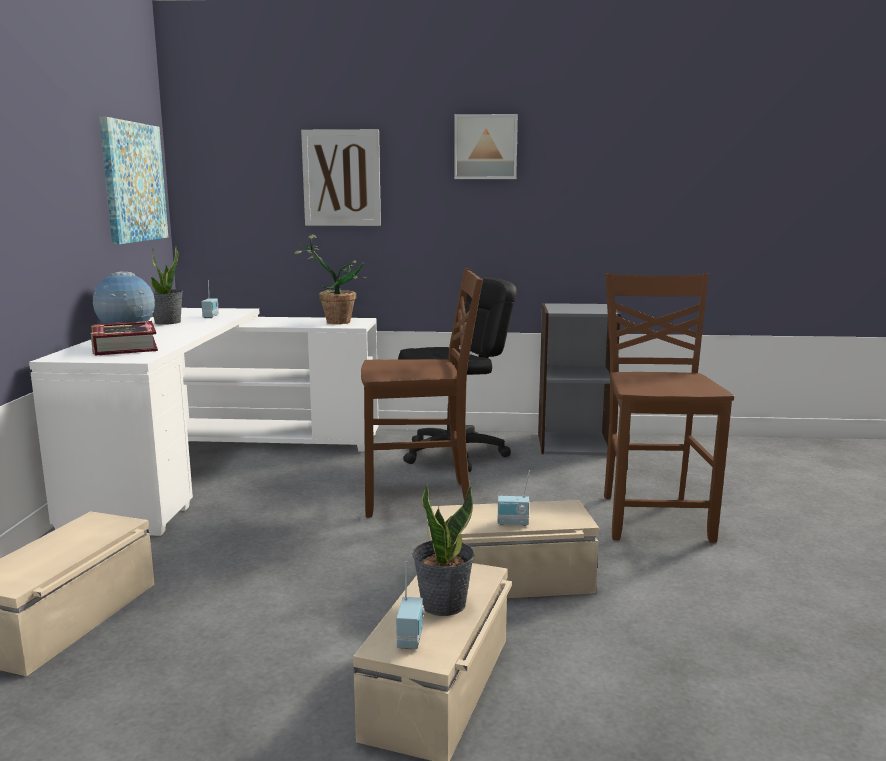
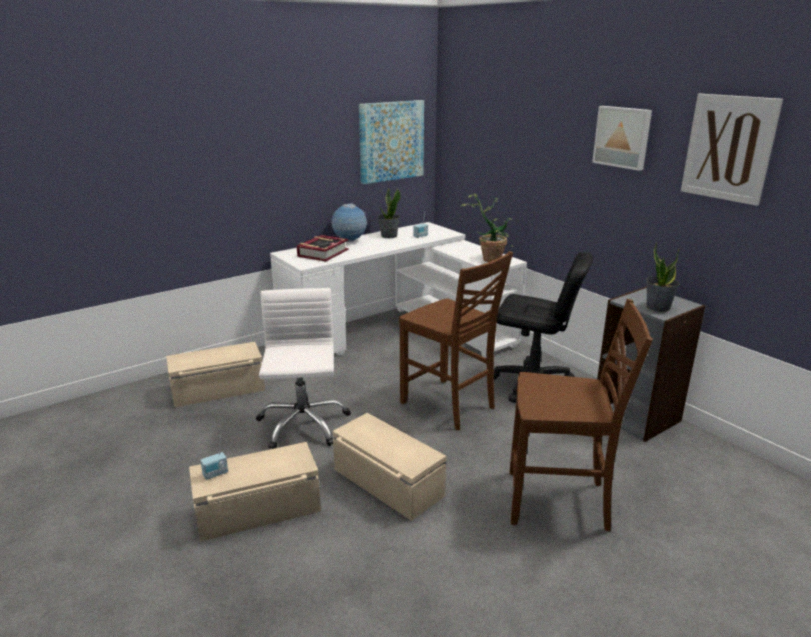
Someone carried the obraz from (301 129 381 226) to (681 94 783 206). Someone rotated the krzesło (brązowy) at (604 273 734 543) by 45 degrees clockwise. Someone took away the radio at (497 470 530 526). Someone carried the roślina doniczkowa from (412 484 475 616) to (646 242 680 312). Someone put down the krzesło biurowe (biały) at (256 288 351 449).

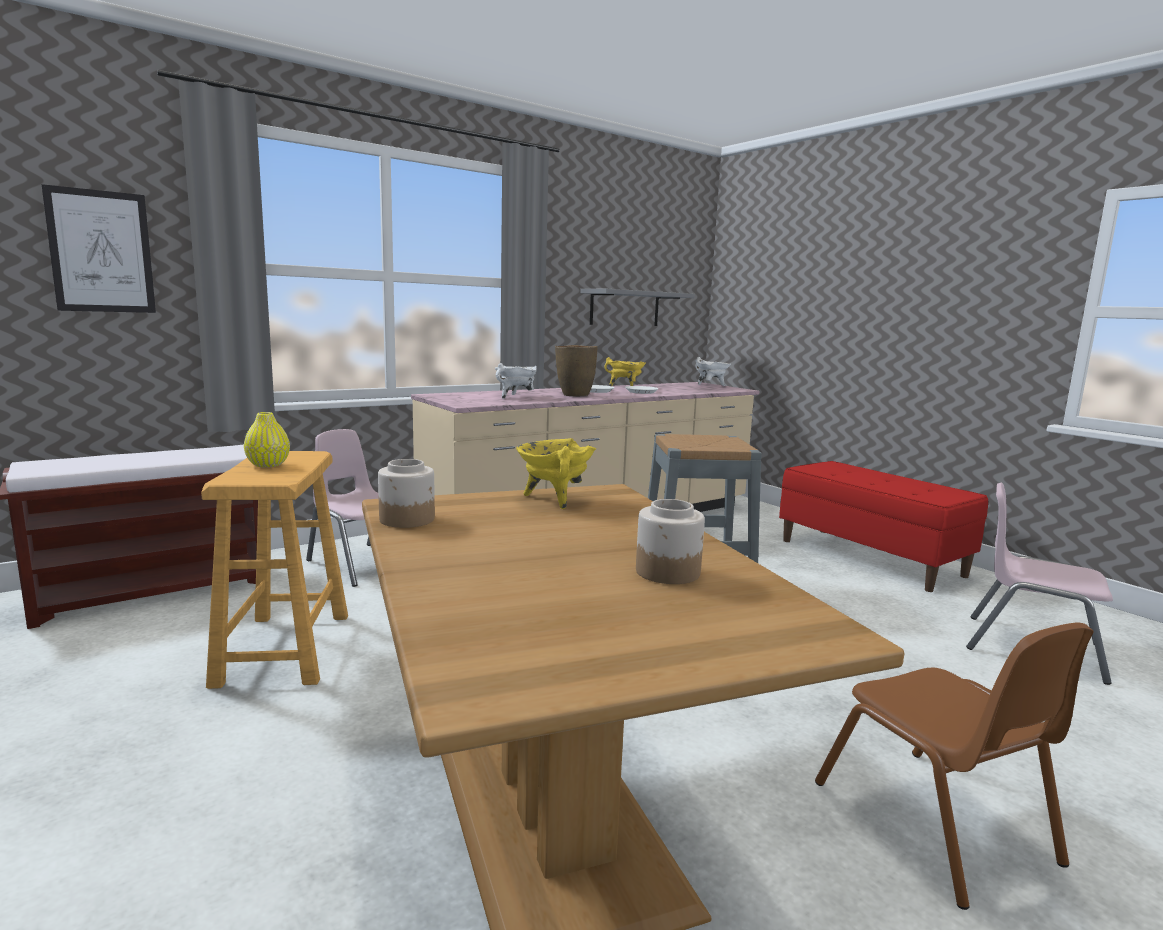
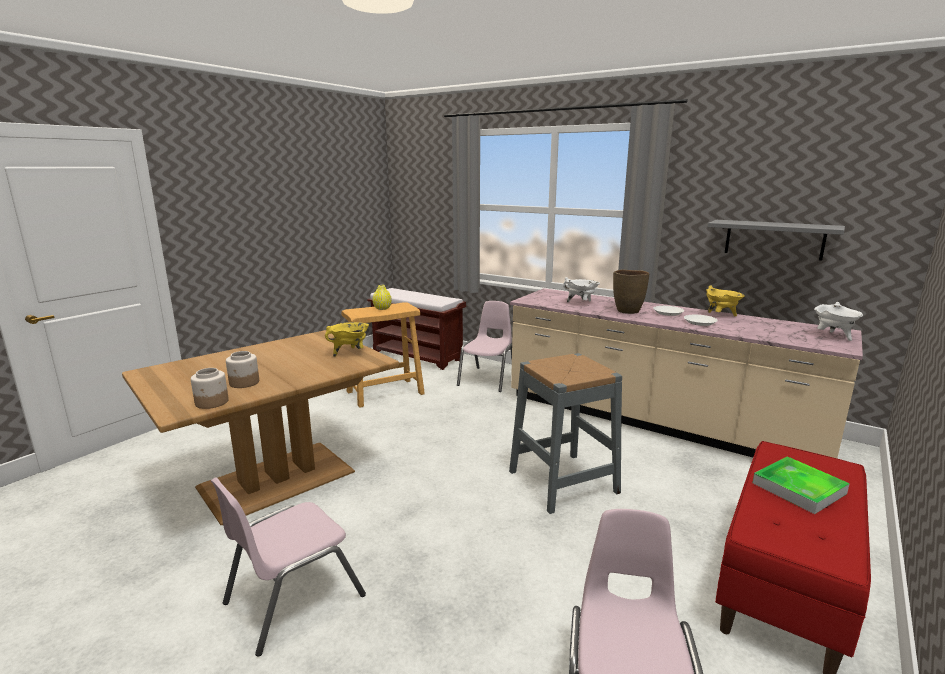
Someone took away the obraz at (42 184 156 313). Someone carried the słoik from (378 459 435 528) to (191 368 229 409). Someone repainted the krzesło (brązowy) at (815 622 1093 910), which became the krzesło (różowy) at (211 477 366 657). Someone put down the taca at (753 456 850 514).

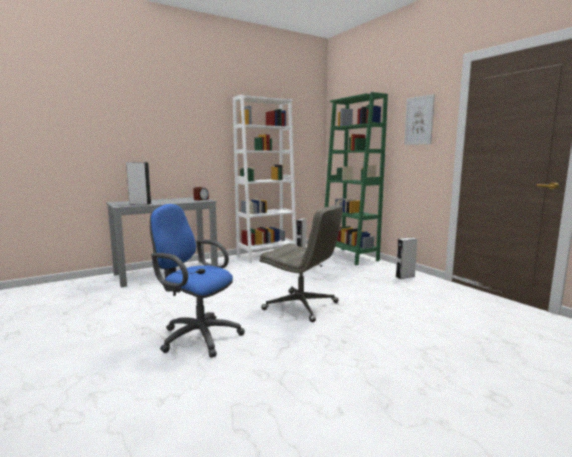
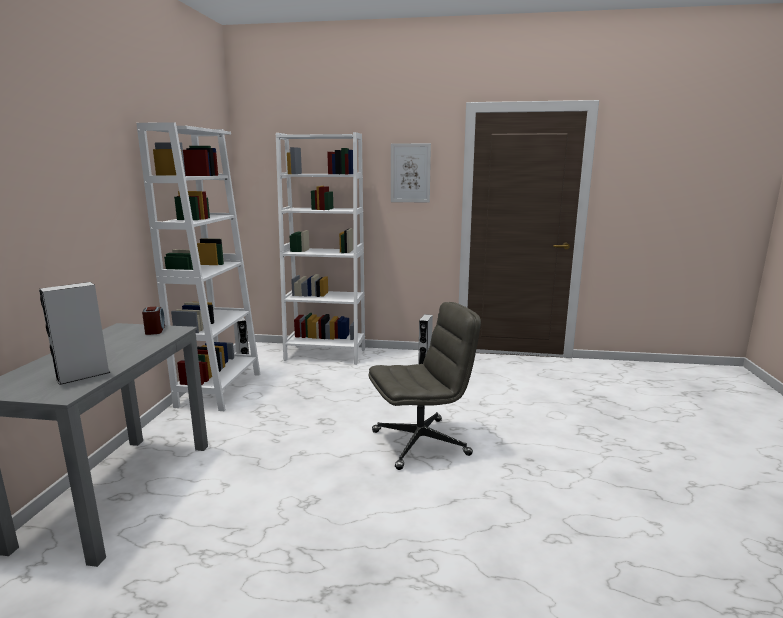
Someone repainted the regał (zielony) at (325 92 388 265), which became the regał (biały) at (276 132 365 365). Someone took away the krzesło biurowe (niebieski) at (150 204 245 358).

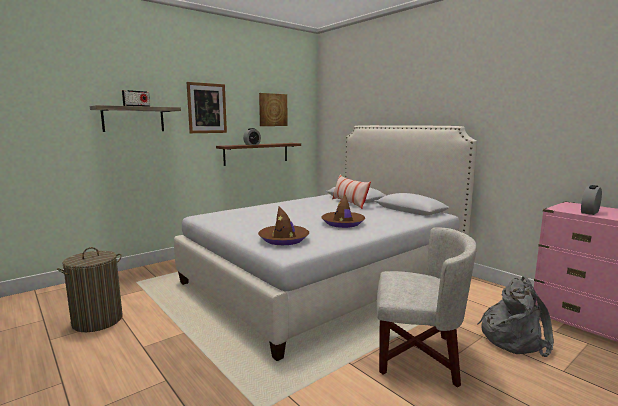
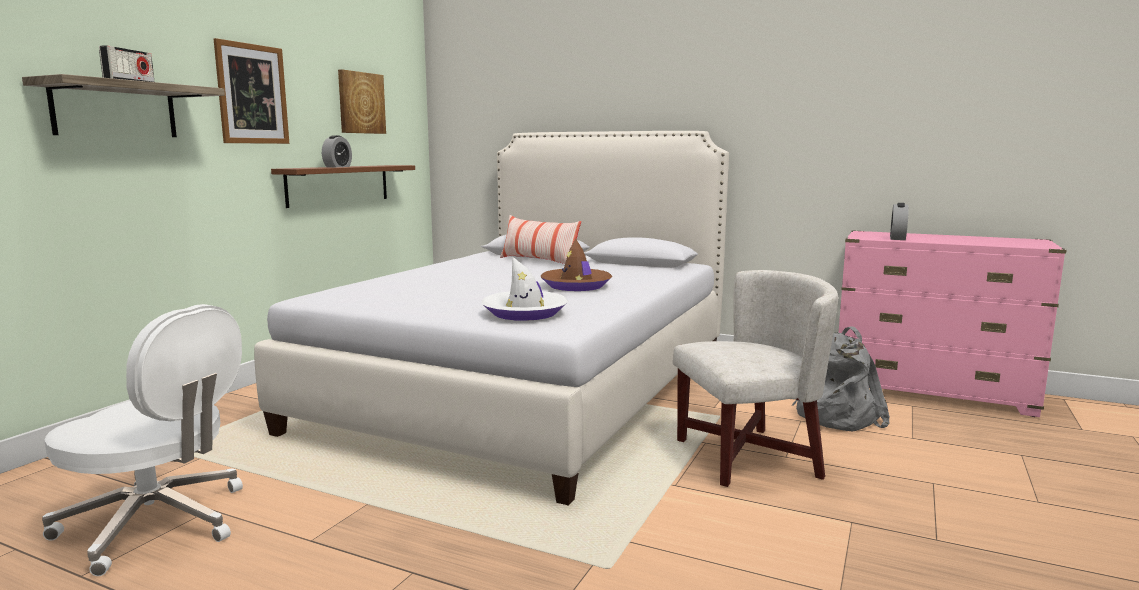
Someone repainted the kapelusz (brązowy) at (258 207 309 245), which became the kapelusz (biały) at (481 256 568 321). Someone swapped the kosz na pranie at (57 247 122 332) for the krzesło biurowe (biały) at (42 304 243 576).

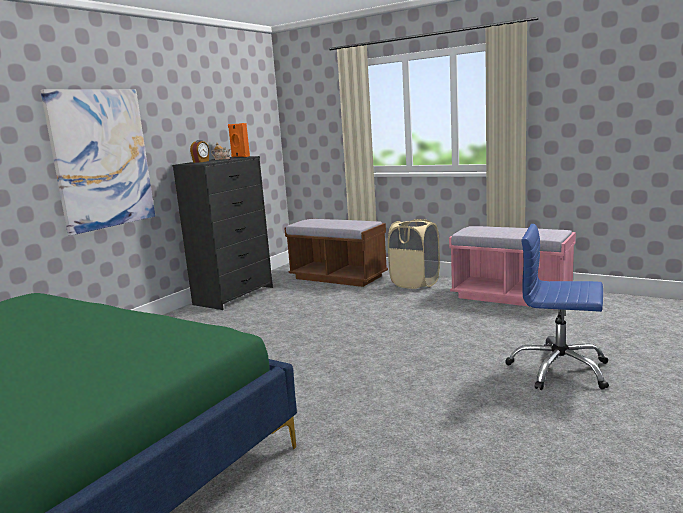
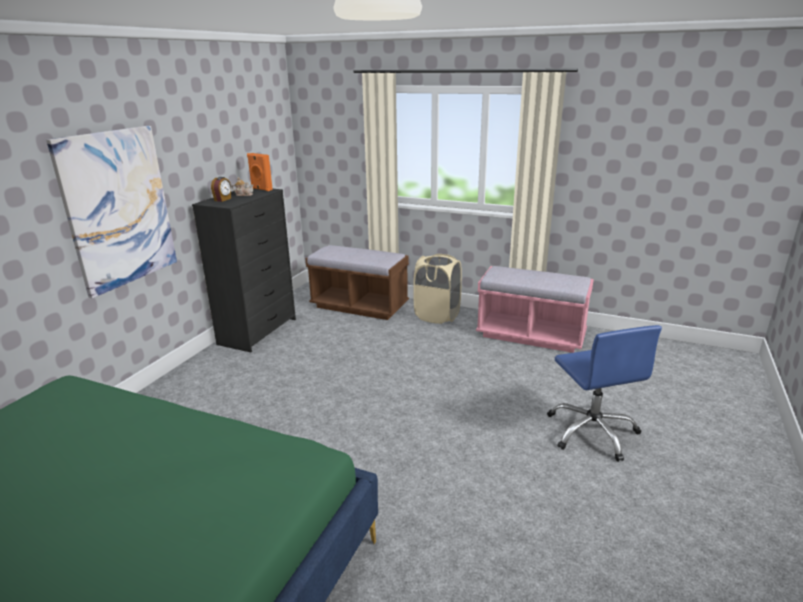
Someone rotated the krzesło biurowe (niebieski) at (505 224 609 390) by 120 degrees counterclockwise.

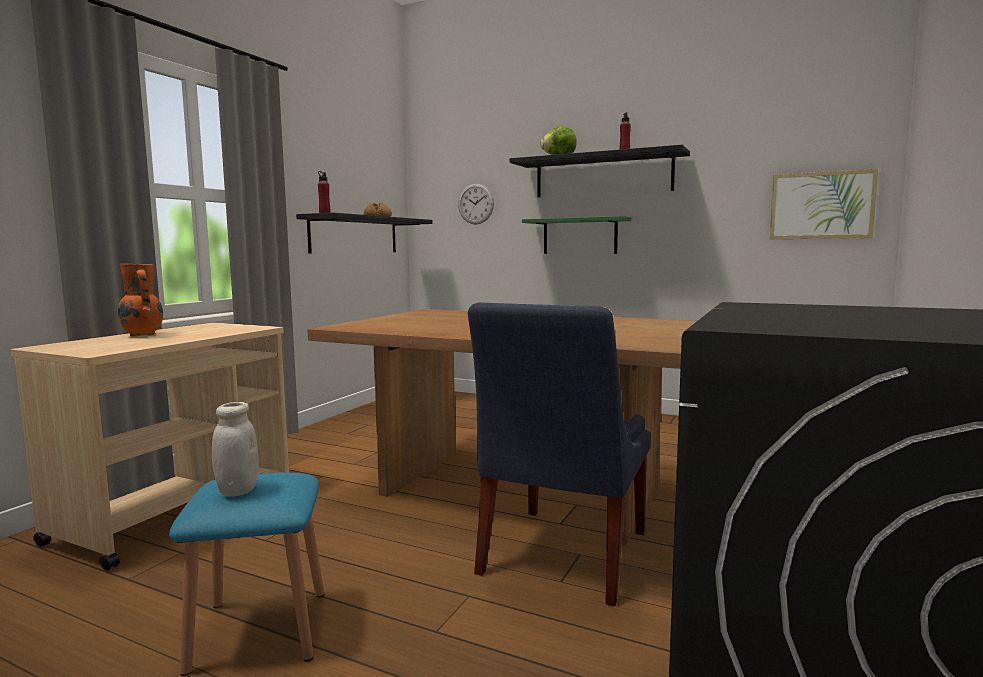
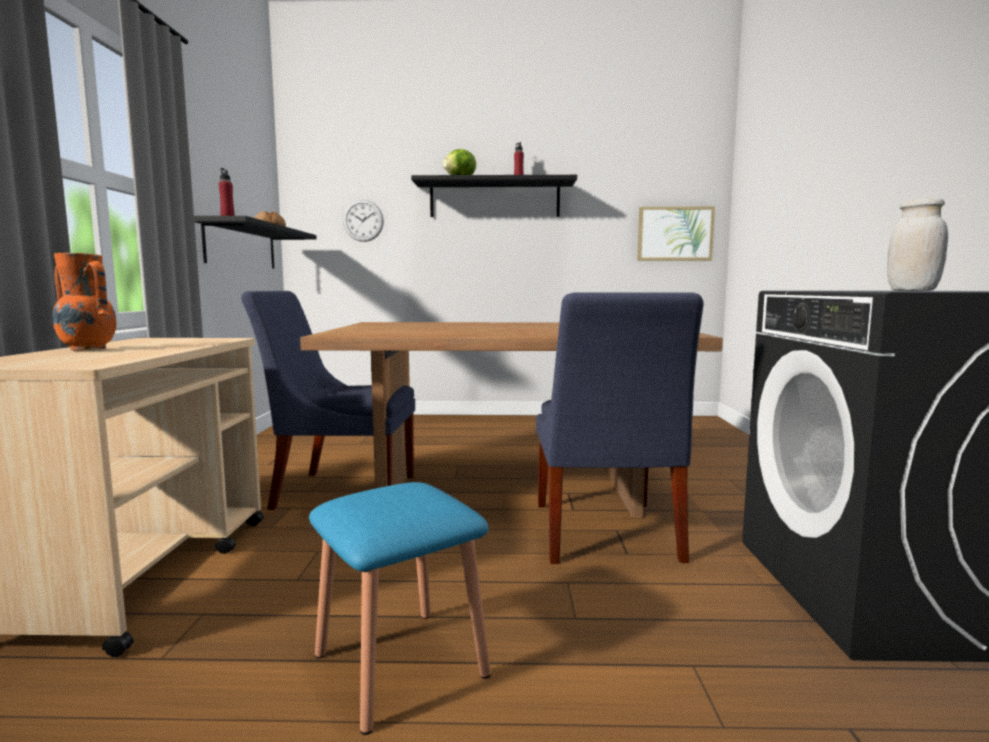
Someone took away the półka (zielony) at (522 216 631 254). Someone carried the słoik (biały) from (212 402 259 497) to (887 198 948 291). Someone put down the krzesło (niebieski) at (241 291 415 510).

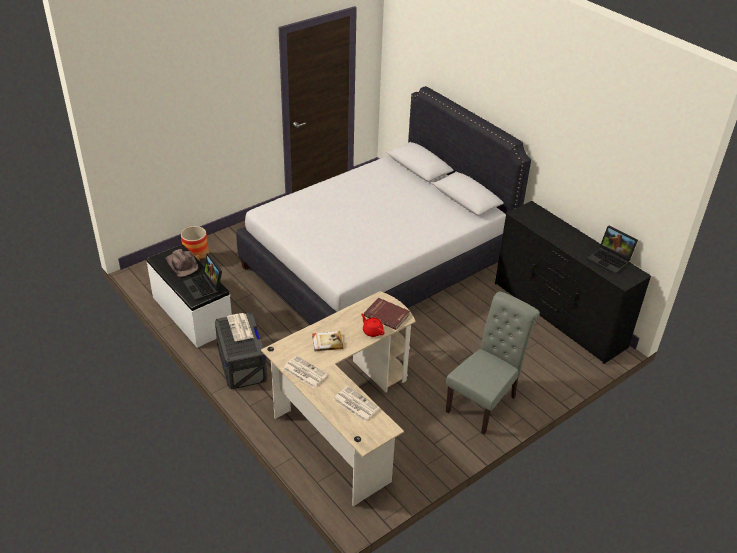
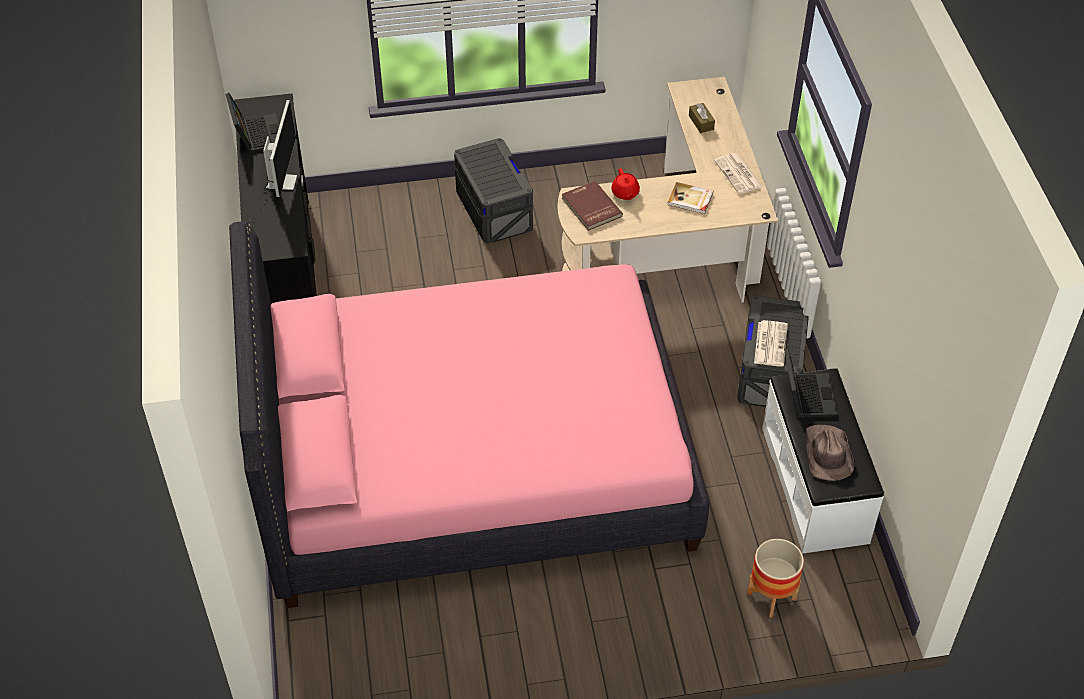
Someone repainted the łóżko (biały) at (236 86 531 325), which became the łóżko (różowy) at (229 221 709 608). Someone swapped the krzesło (szary) at (446 291 540 434) for the pojemnik do przechowywania (szary) at (454 138 533 244). Someone swapped the gazeta at (333 386 380 422) for the pudełko chusteczek (brązowy) at (689 103 715 133). Someone put down the monitor at (250 100 297 228).

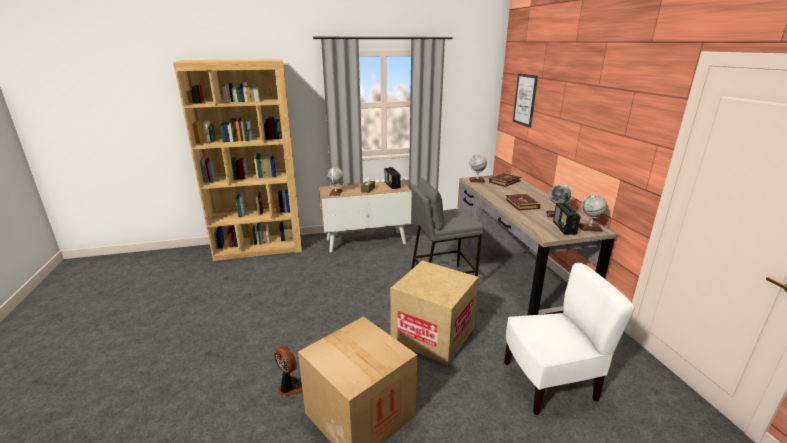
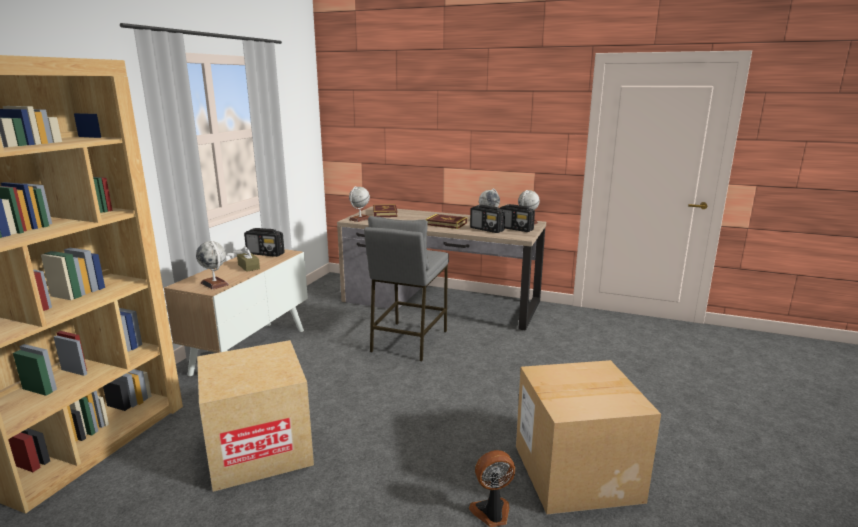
Someone took away the obraz at (513 73 538 128). Someone carried the karton from (390 260 479 365) to (197 340 314 492). Someone took away the krzesło (biały) at (504 263 635 415). Someone put down the radio at (470 205 505 233).

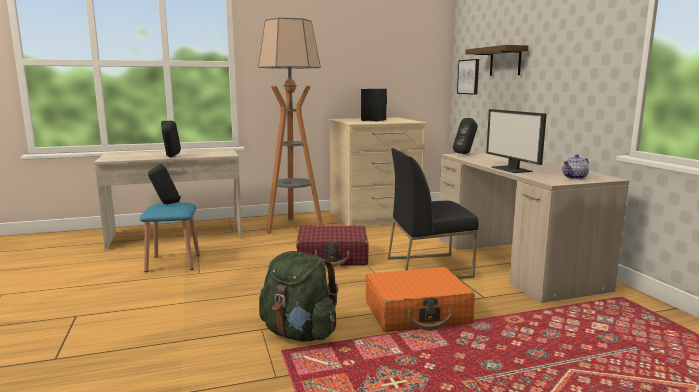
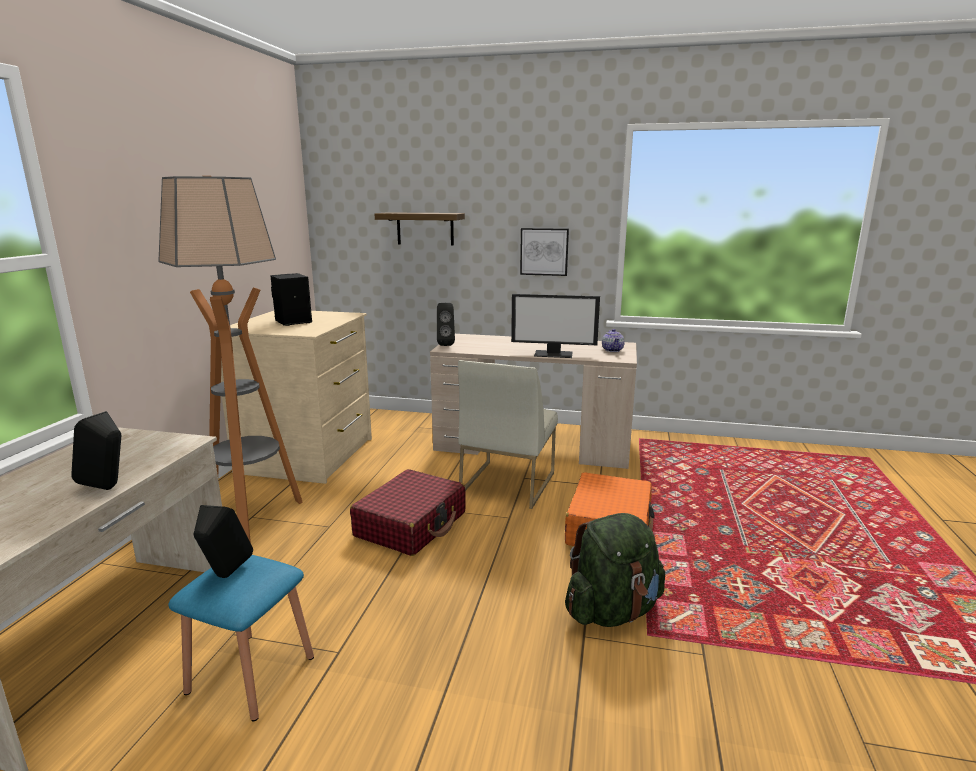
Someone carried the obraz from (457 59 479 95) to (520 228 569 276). Someone repainted the krzesło (czarny) at (387 148 479 279), which became the krzesło (biały) at (458 360 558 509).

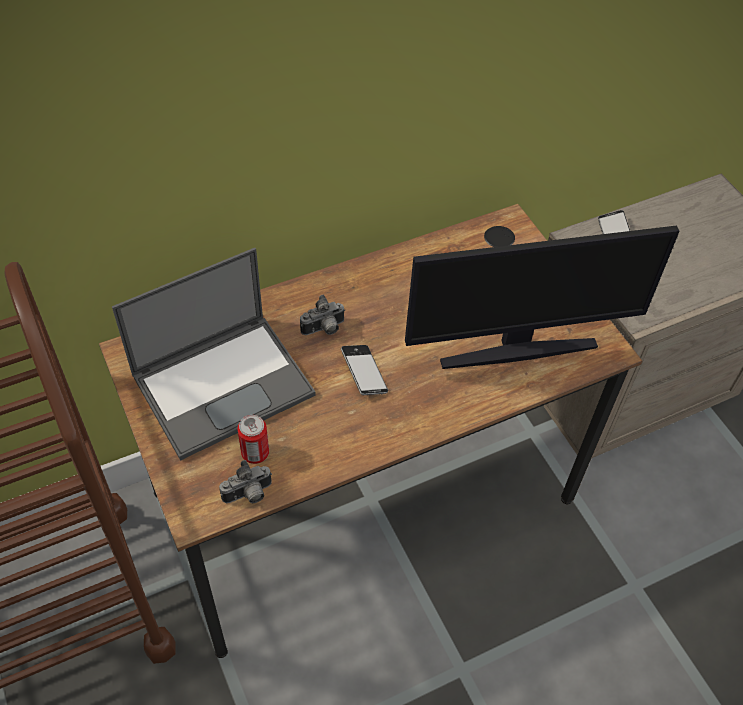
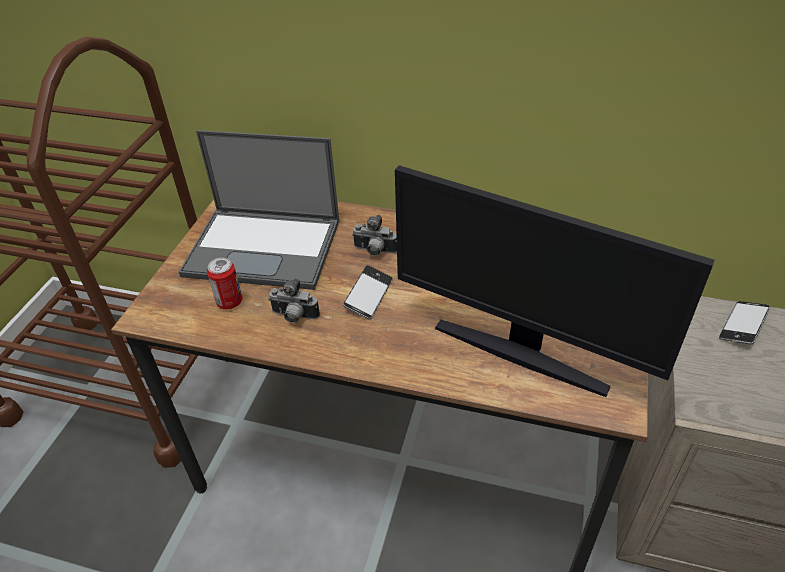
Someone carried the aparat fotograficzny from (219 460 272 503) to (268 278 320 323).

